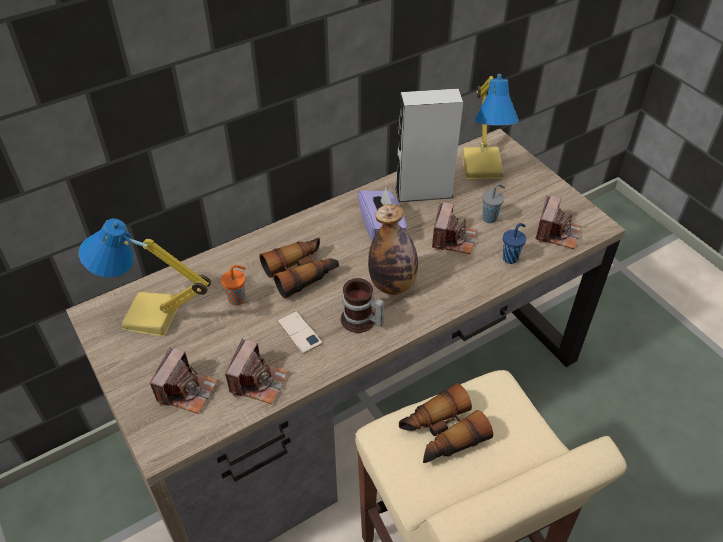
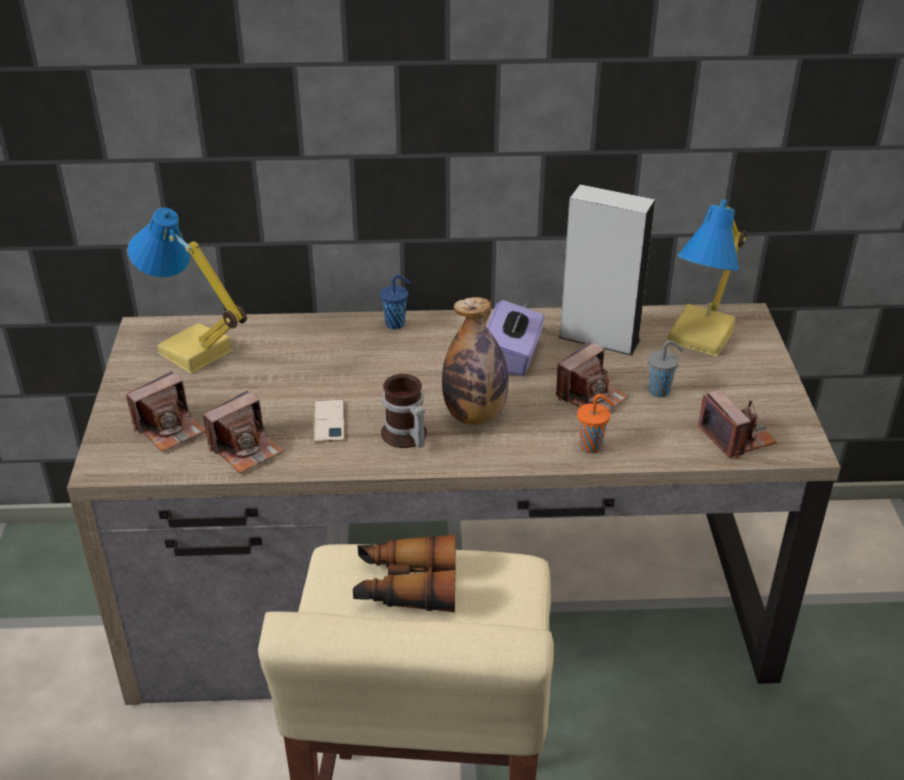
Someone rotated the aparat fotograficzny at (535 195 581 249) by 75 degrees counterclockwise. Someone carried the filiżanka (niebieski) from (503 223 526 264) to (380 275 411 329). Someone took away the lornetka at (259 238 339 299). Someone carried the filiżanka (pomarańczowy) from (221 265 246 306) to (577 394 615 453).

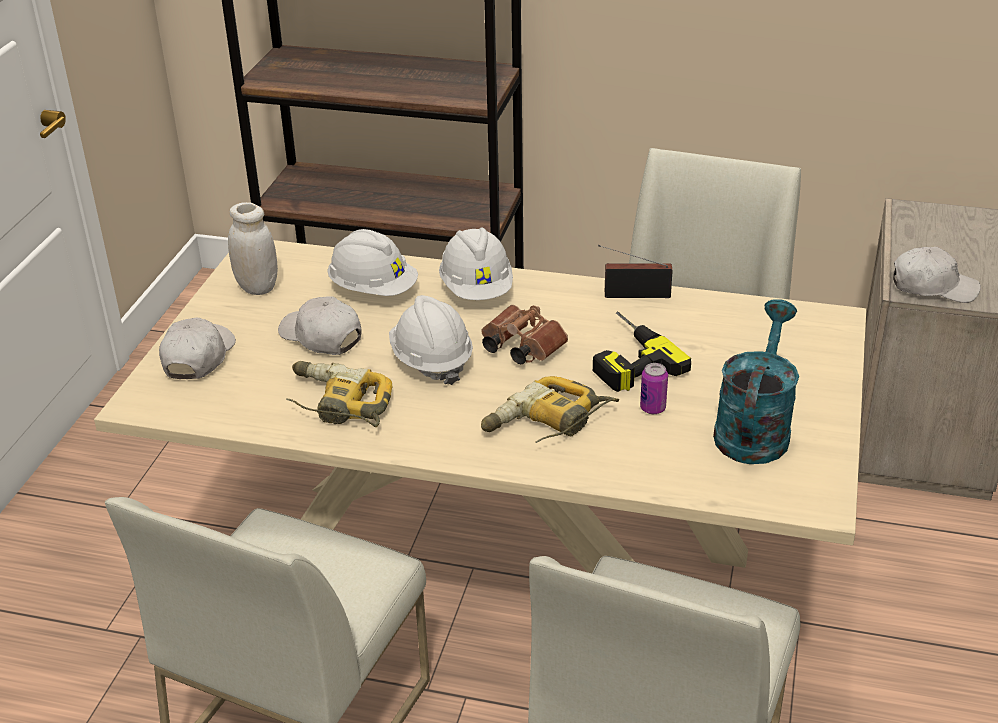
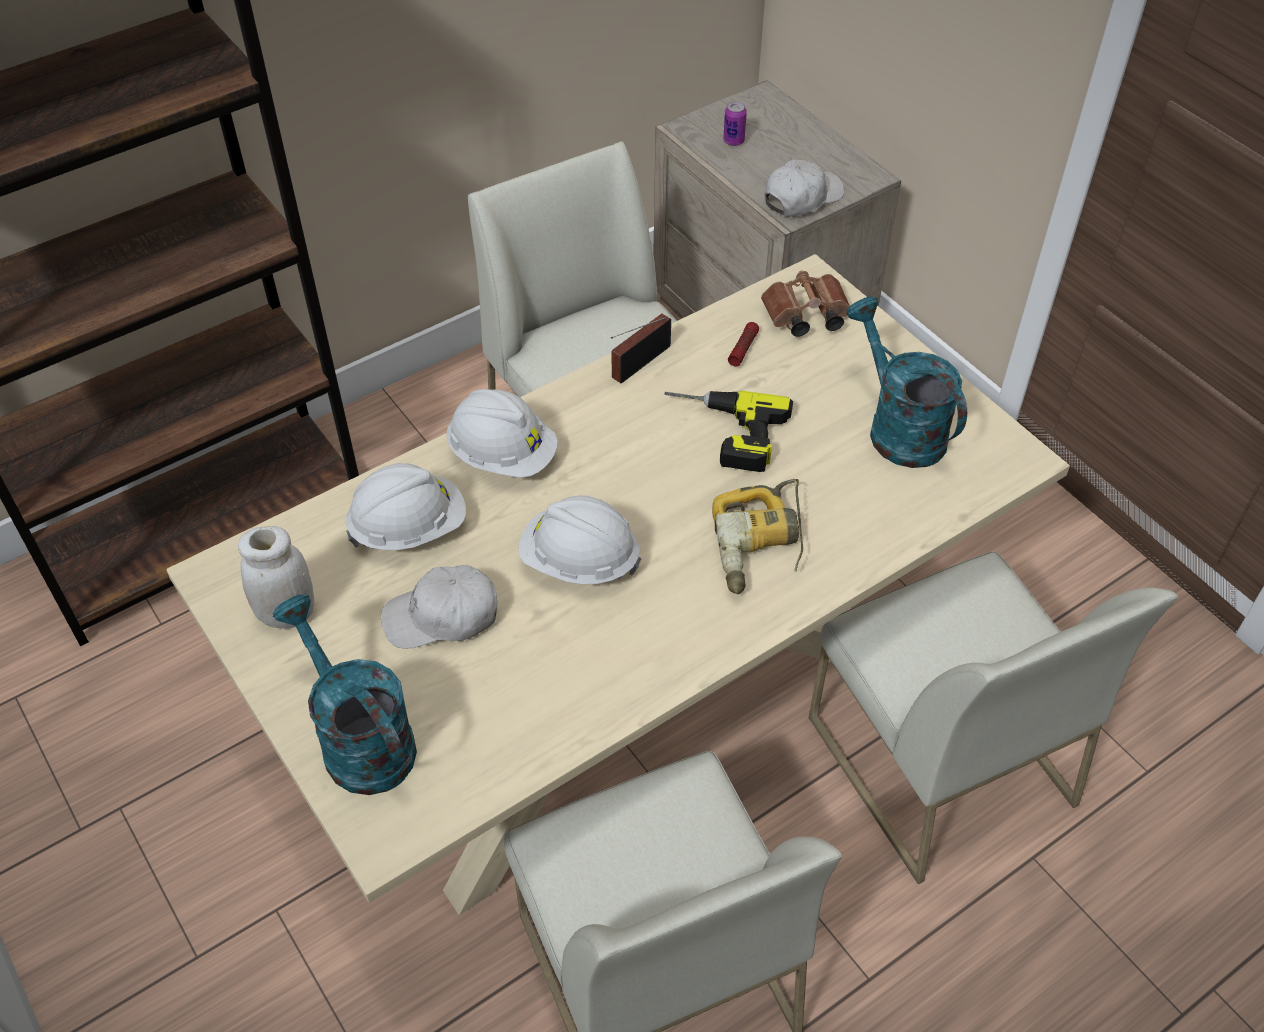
Someone carried the lornetka (brązowy) from (481 305 568 364) to (761 271 850 337). Someone swapped the czapka z daszkiem (biały) at (159 318 236 379) for the konewka (turkusowy) at (273 594 417 795). Someone took away the wiertarka at (286 361 393 427). Someone carried the puszka from (640 363 668 414) to (723 101 747 146). Someone put down the latarka at (728 322 759 367).

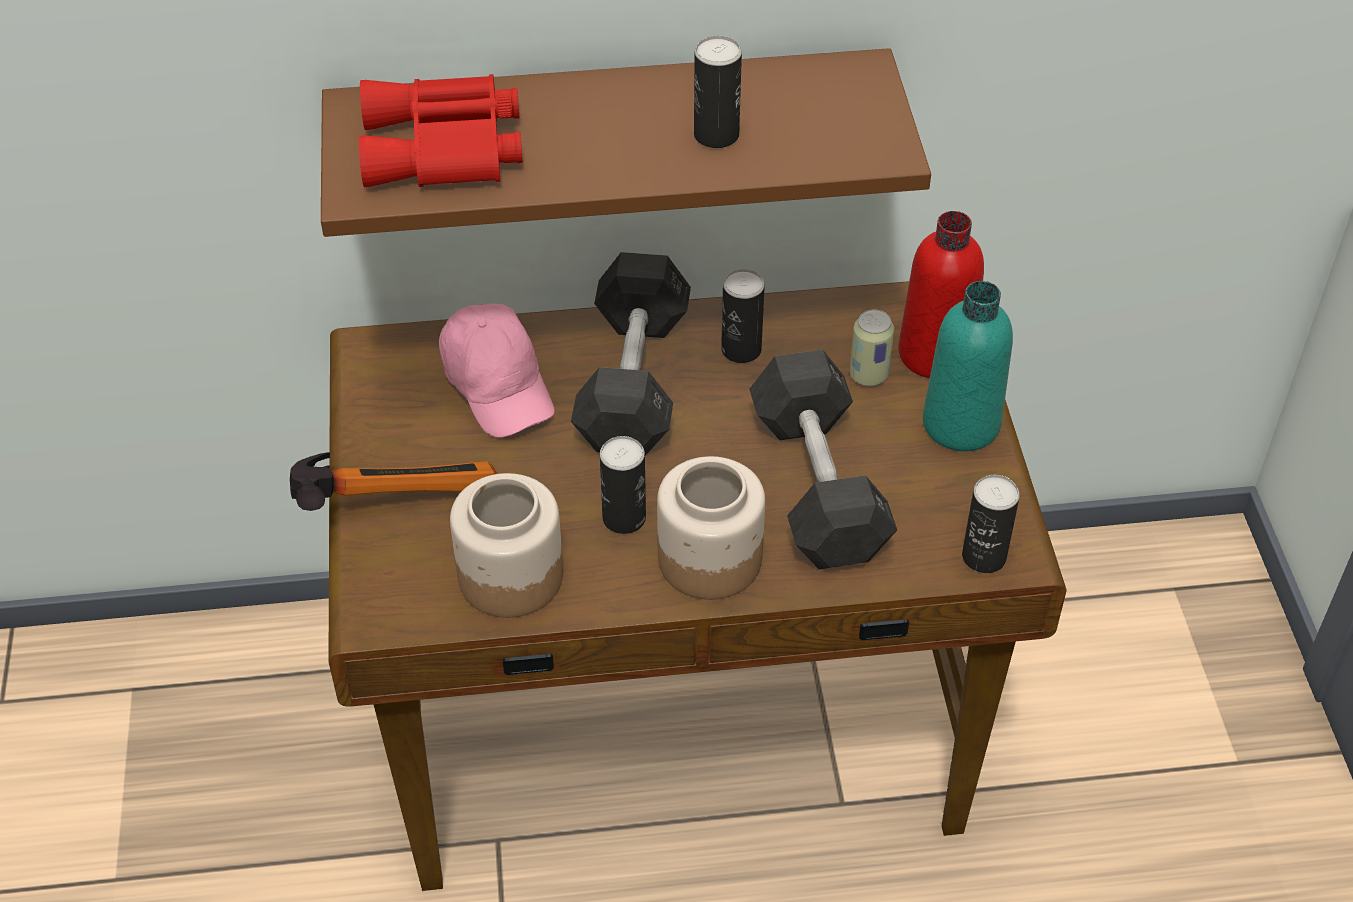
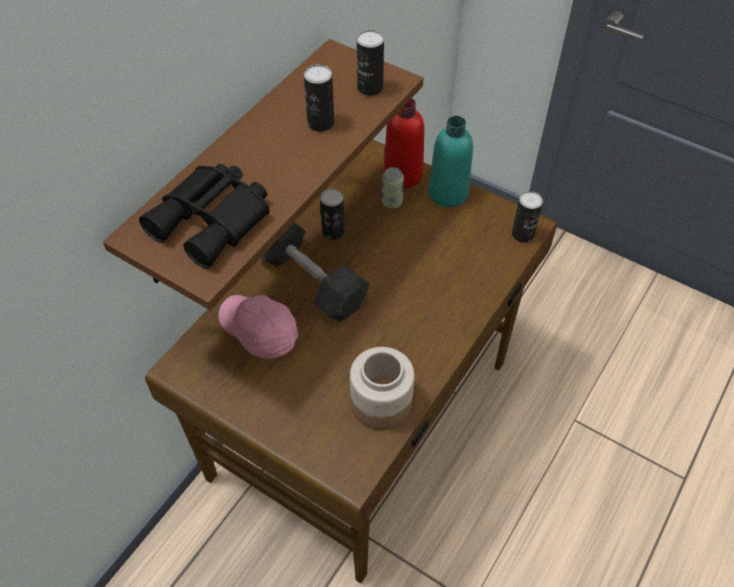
Someone repainted the lornetka (czerwony) at (359 74 523 187), which became the lornetka (czarny) at (139 164 270 268). Someone rotated the czapka z daszkiem (różowy) at (439 304 555 438) by 150 degrees counterclockwise. Someone took away the hantel (szary) at (749 350 897 569). Someone carried the puszka from (600 436 646 534) to (357 30 384 96). Someone took away the młotek at (290 452 497 511). Someone took away the słoik at (657 456 765 600).

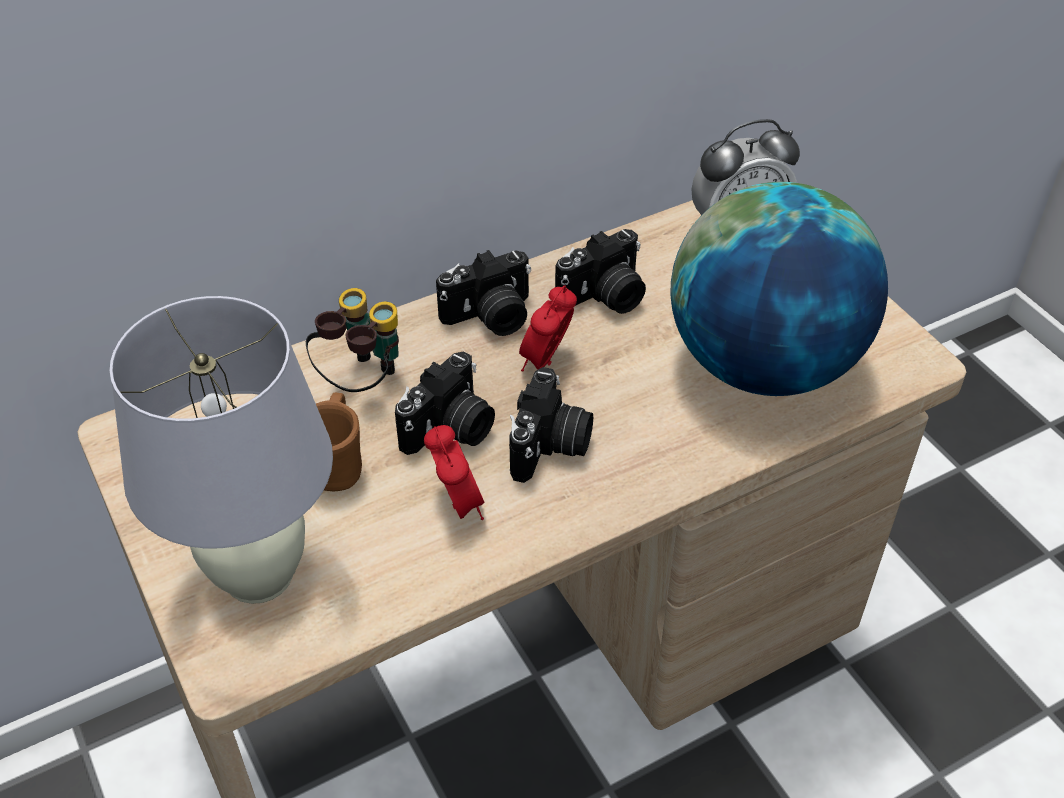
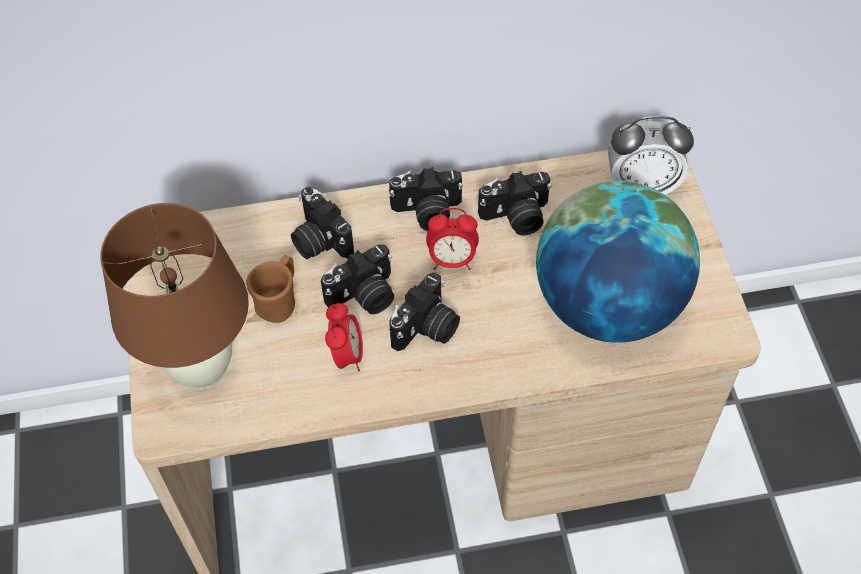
Someone rotated the budzik at (519 285 577 372) by 135 degrees counterclockwise. Someone swapped the lornetka at (306 288 399 392) for the aparat fotograficzny at (291 187 354 259). Someone repainted the lampa stołowa (biały) at (110 296 333 604), which became the lampa stołowa (brązowy) at (100 203 249 389).

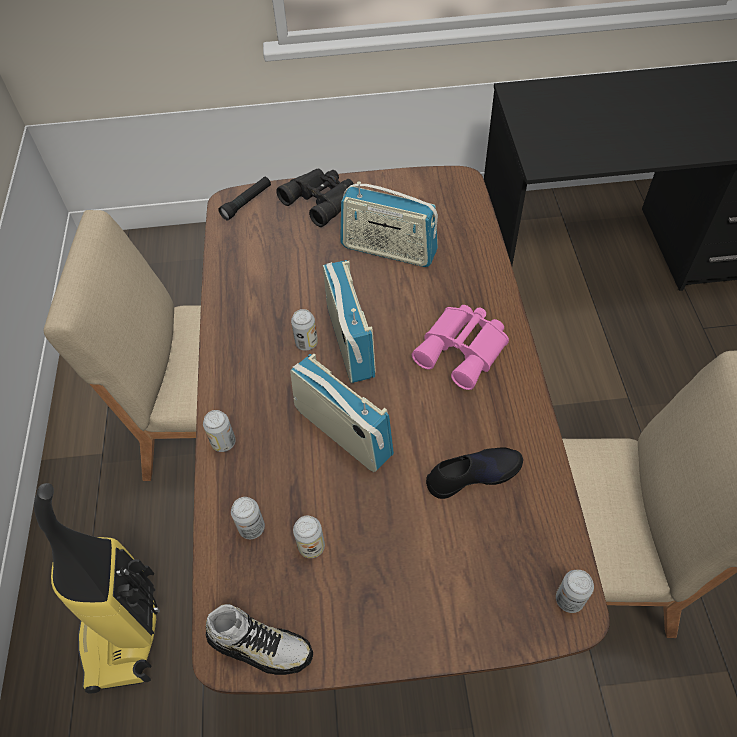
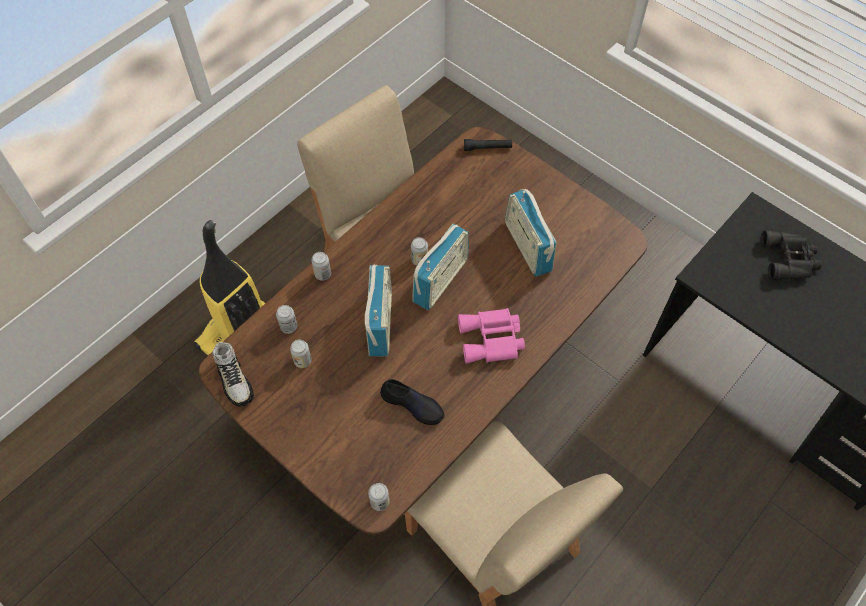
Someone carried the lornetka (czarny) from (276 168 354 227) to (761 230 822 280).

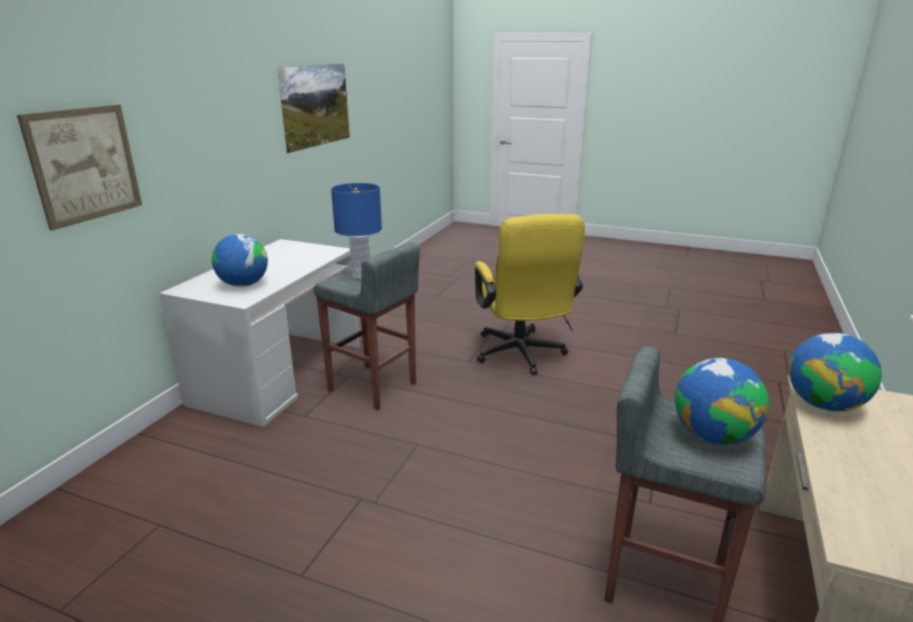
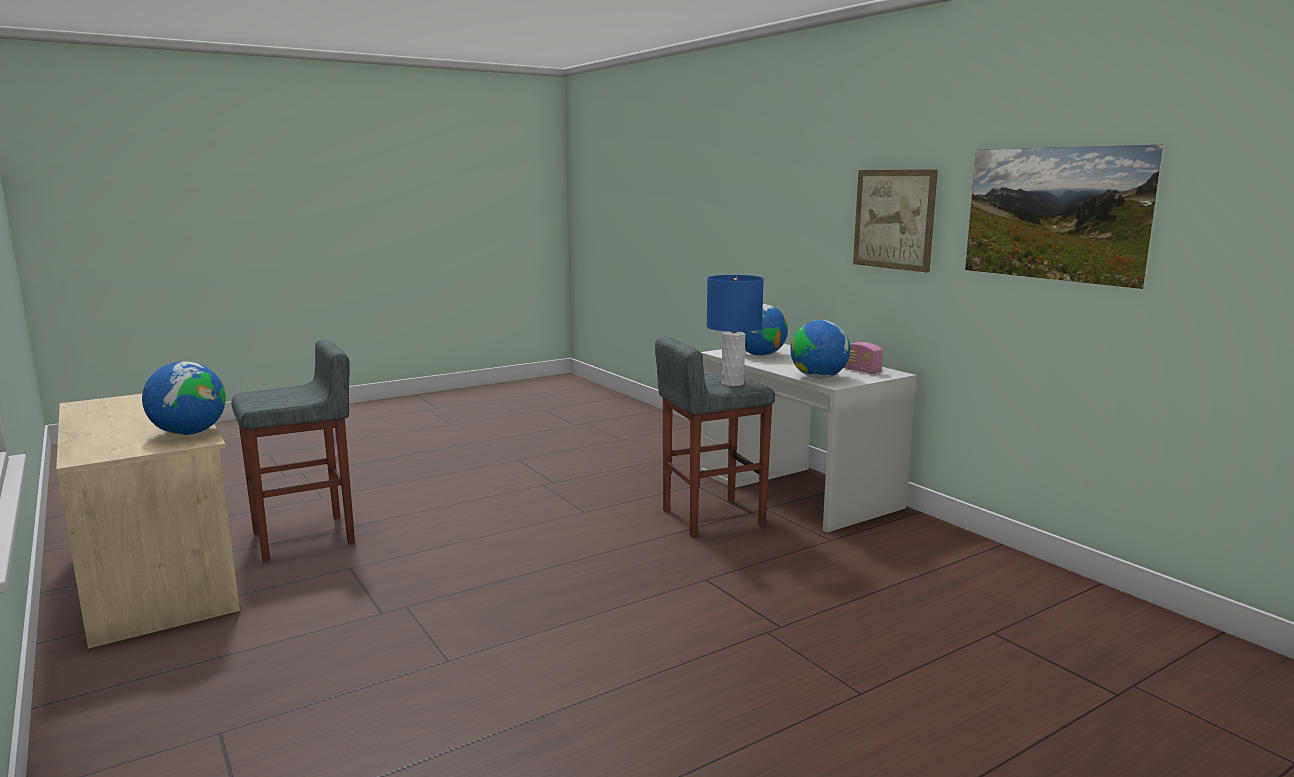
Someone carried the obraz from (17 105 142 230) to (853 170 938 273). Someone took away the krzesło biurowe (żółty) at (475 214 585 375). Someone carried the globus from (675 358 769 445) to (790 320 850 379). Someone put down the radio at (844 342 883 374).

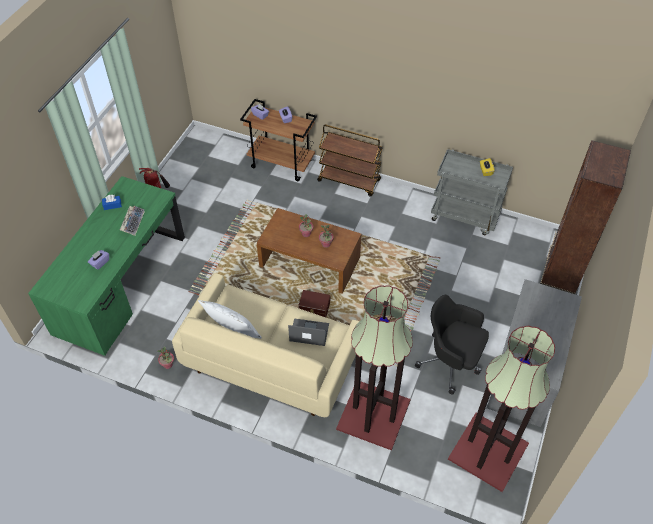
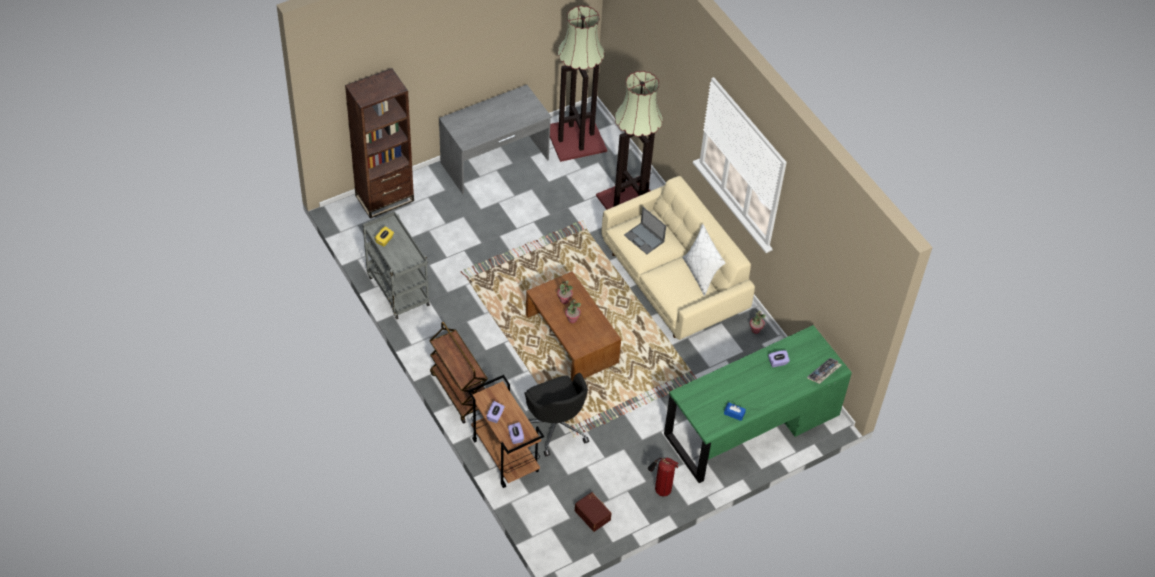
Someone carried the klawiatura from (120 206 145 236) to (807 358 842 384). Someone carried the pojemnik do przechowywania (brązowy) from (298 290 330 317) to (575 492 612 532). Someone carried the krzesło biurowe (czarny) from (415 295 489 395) to (524 373 589 456).

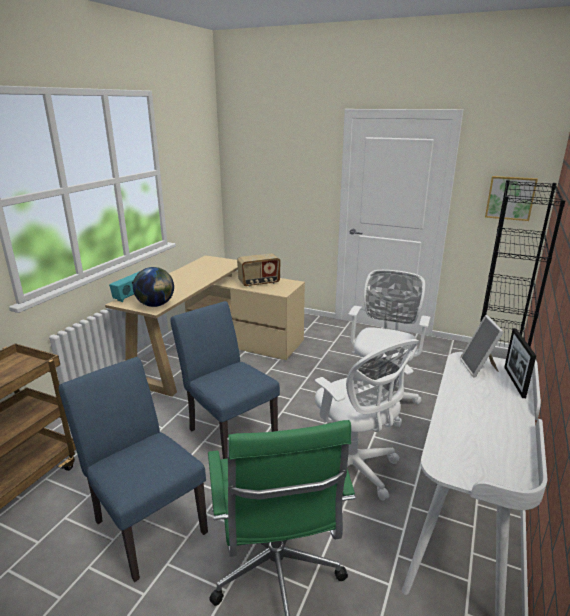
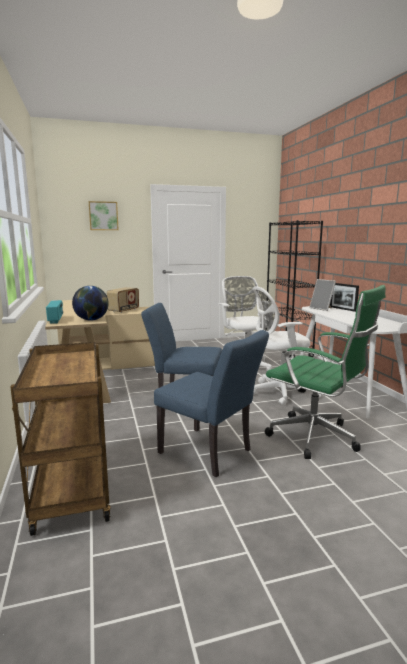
Someone carried the obraz from (485 176 538 221) to (89 201 119 230). Someone rotated the krzesło biurowe (biały) at (315 339 419 501) by 150 degrees clockwise. Someone rotated the krzesło (niebieski) at (59 357 208 582) by 150 degrees counterclockwise.

